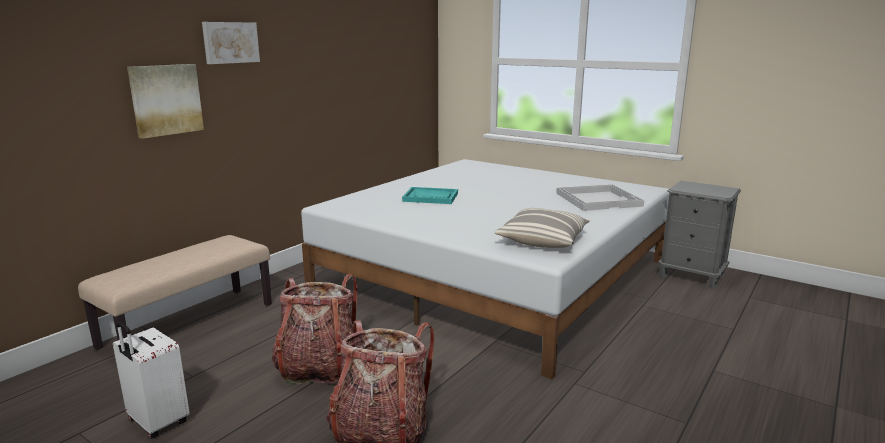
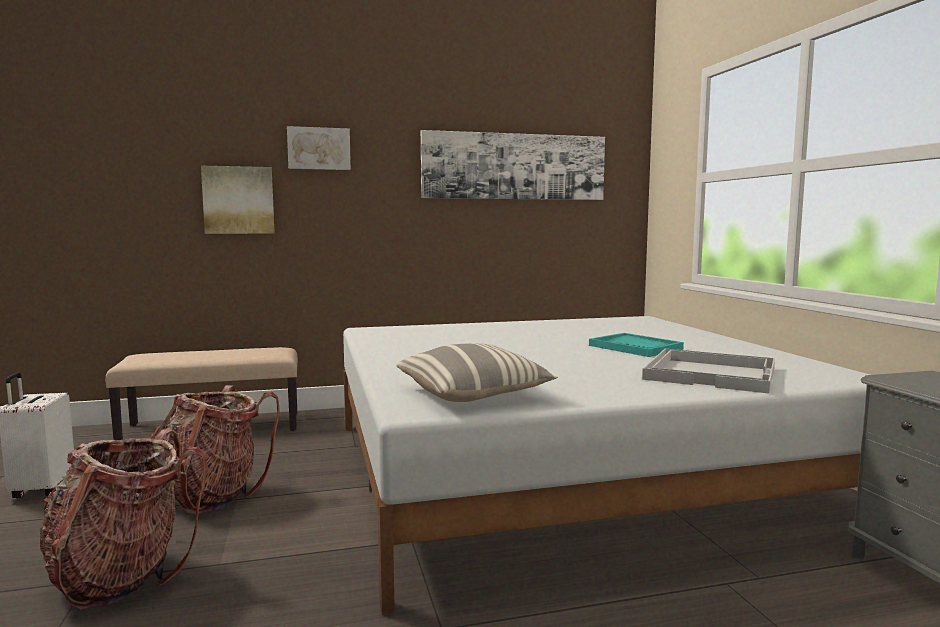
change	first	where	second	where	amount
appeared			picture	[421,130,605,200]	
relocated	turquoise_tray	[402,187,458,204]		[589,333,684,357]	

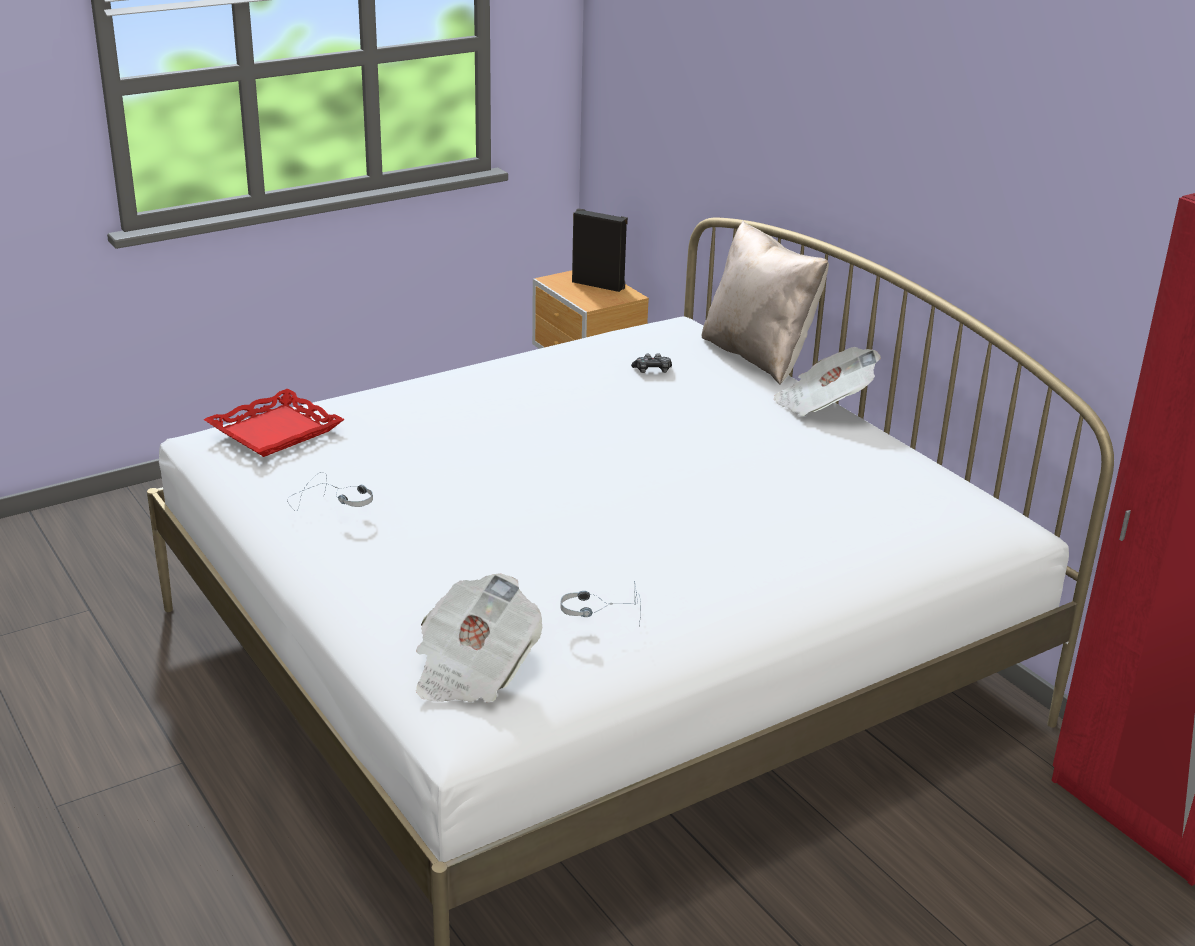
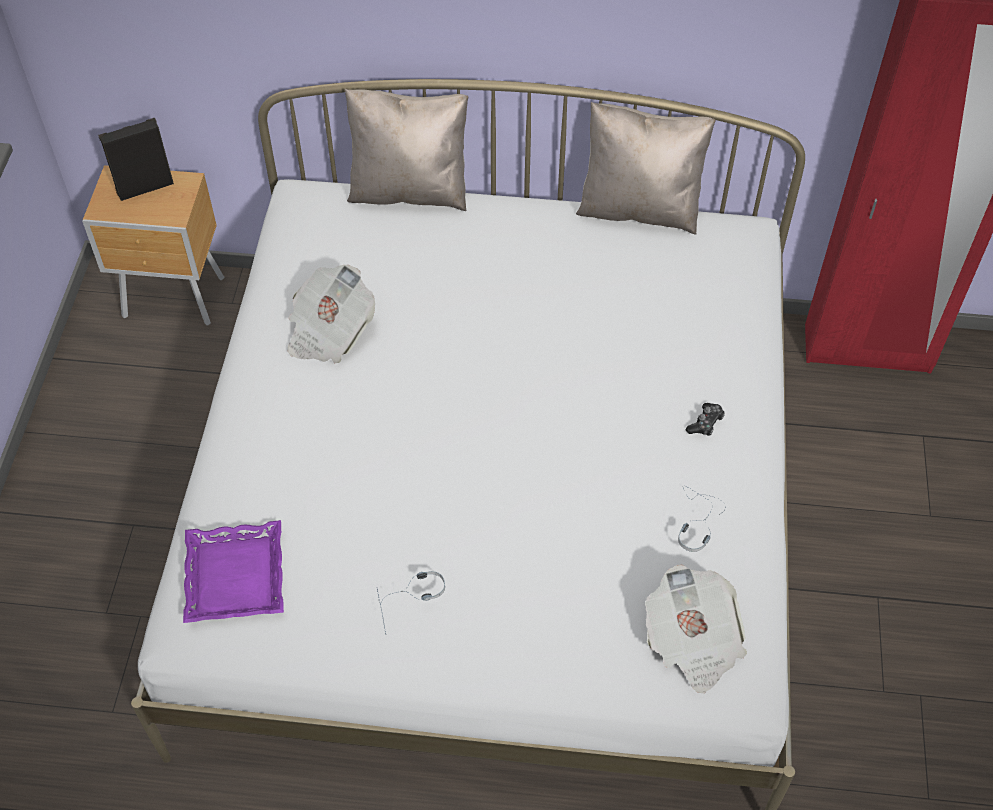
change	first	where	second	where	amount
appeared			beige_pillow	[576,102,716,235]	
relocated	game_controller	[631,353,672,373]		[686,403,725,436]	
relocated	newspaper	[774,347,881,417]		[287,265,375,363]	
colour	red_tray	[203,389,345,457]	purple_tray	[183,520,284,623]	

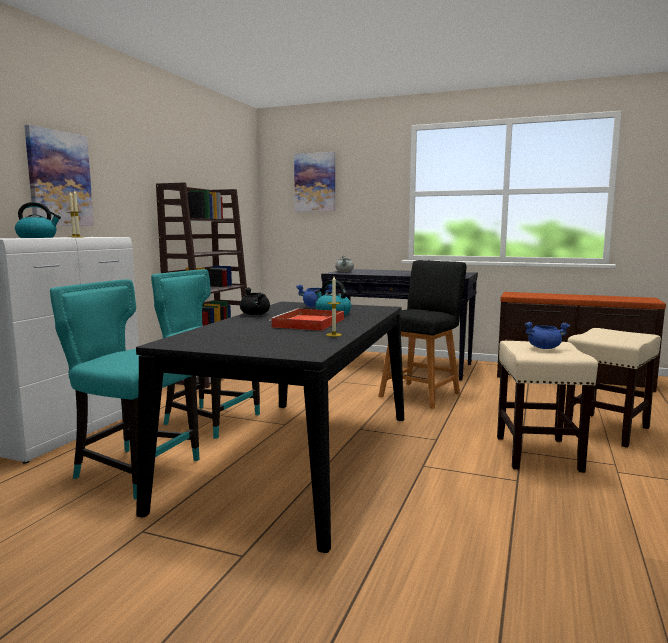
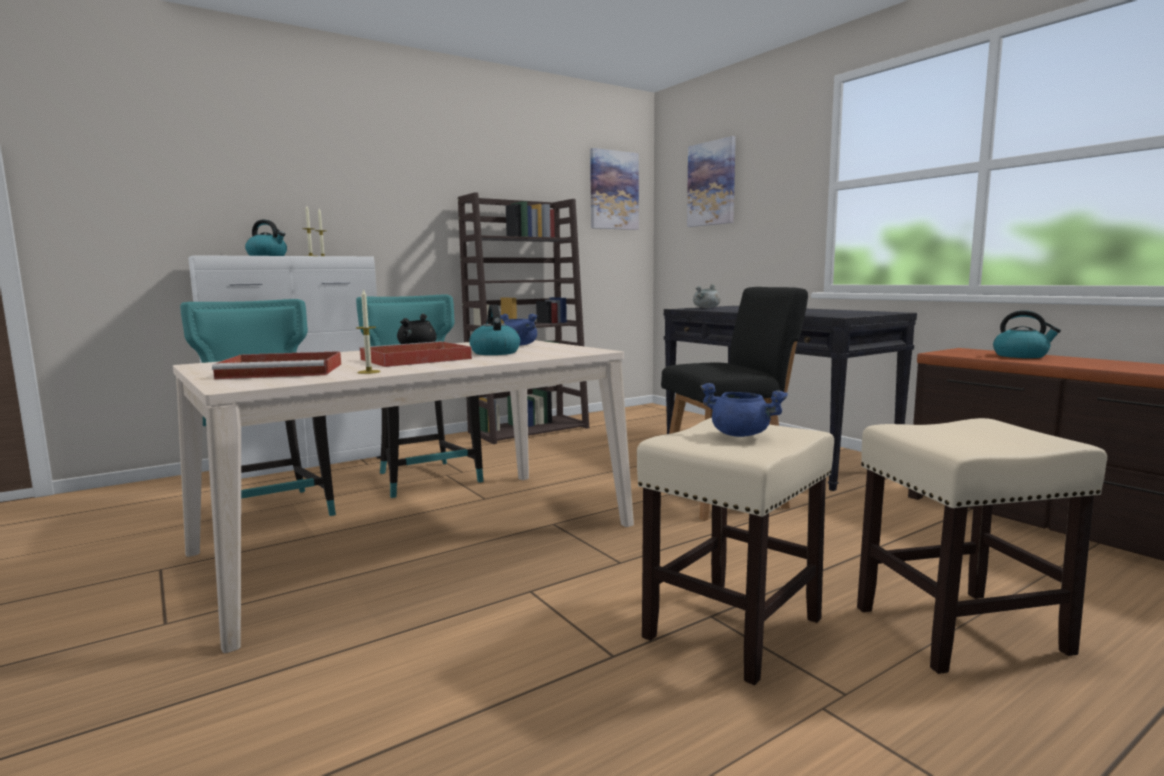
change	first	where	second	where	amount
appeared			red_tray	[212,351,341,379]	
appeared			kettle	[993,310,1061,358]	
relocated	picture	[24,125,94,226]		[590,148,639,230]	
colour	black_dining_table	[136,302,404,553]	beige_dining_table	[173,340,634,653]	

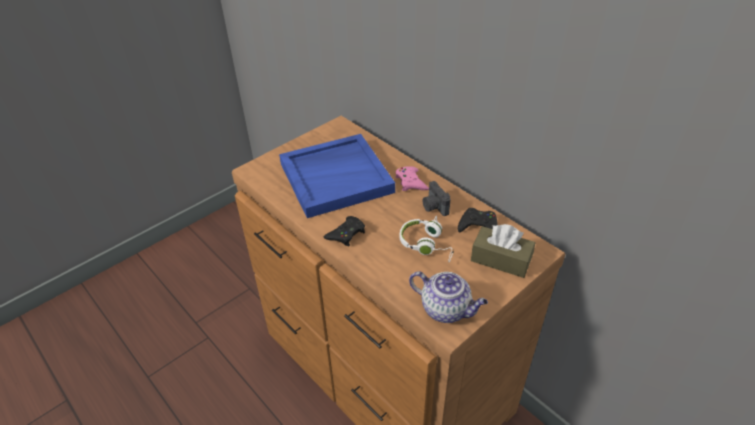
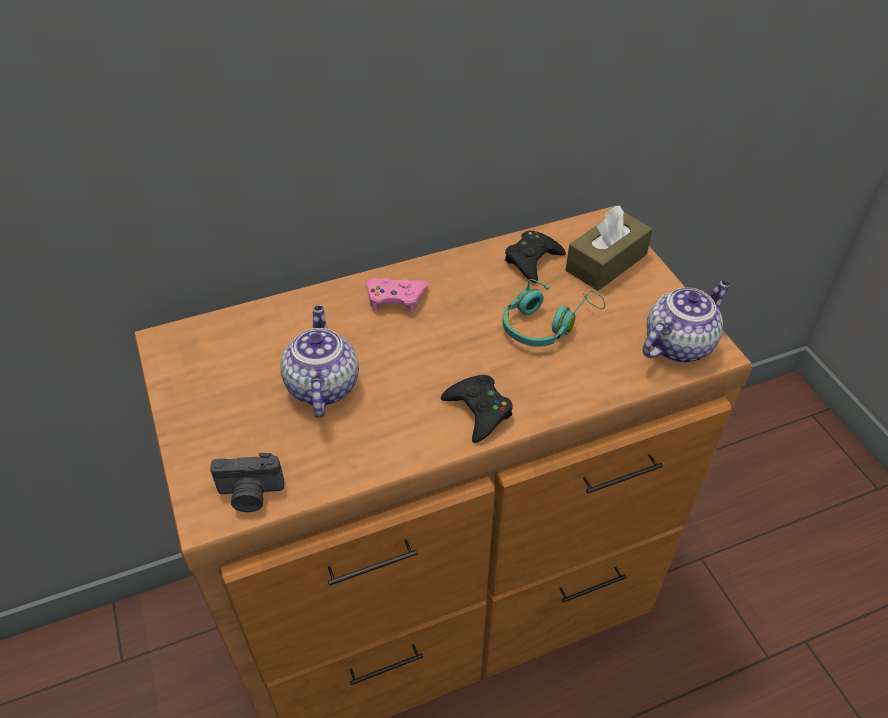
change	first	where	second	where	amount
relocated	photo_camera	[423,181,450,216]		[210,453,284,512]	
exchanged	blue_tray	[279,134,395,218]	teapot	[281,306,359,418]	
colour	white_headphones	[400,216,454,262]	turquoise_headphones	[503,279,605,347]	

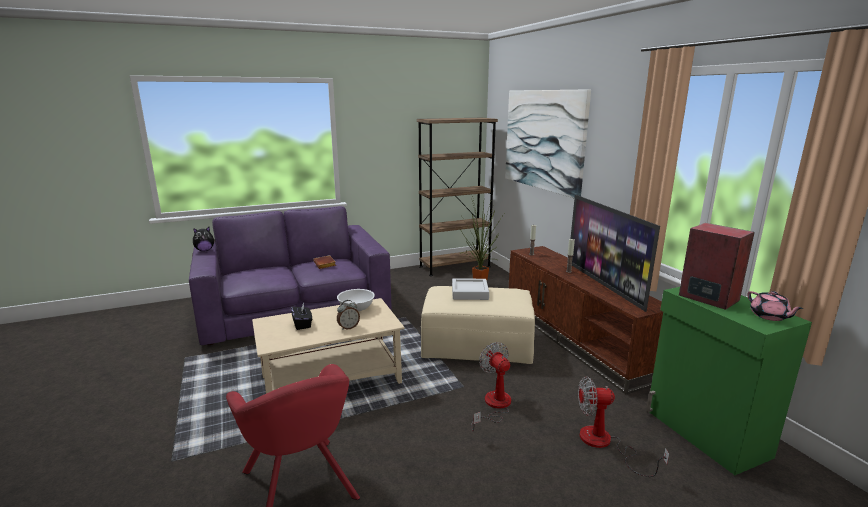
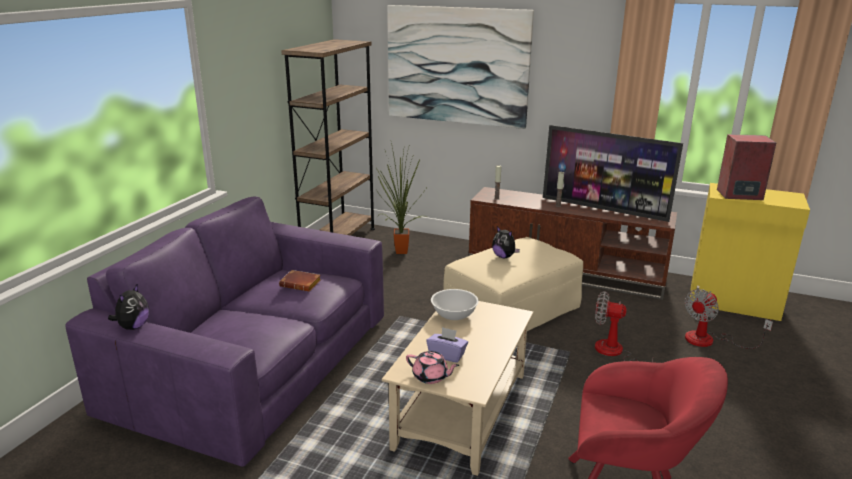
change	first	where	second	where	amount
missing	alarm_clock	[337,300,360,330]			
relocated	pink_teapot	[747,291,804,321]		[406,351,459,384]	
exchanged	grey_tray	[452,278,489,300]	plush_toy	[492,226,520,258]	
colour	black_tissue_box	[291,303,312,330]	purple_tissue_box	[426,327,468,363]	
colour	green_cabinet	[646,287,812,475]	yellow_cabinet	[690,183,810,321]	

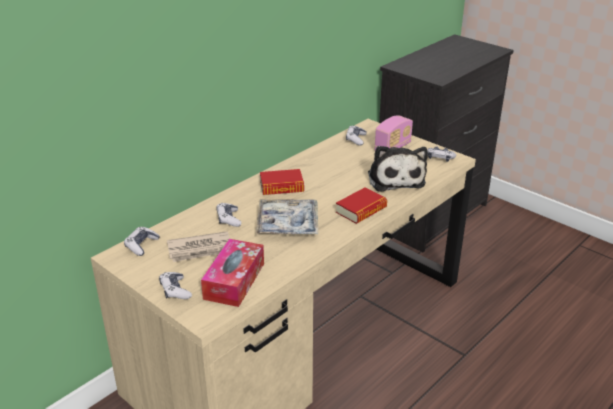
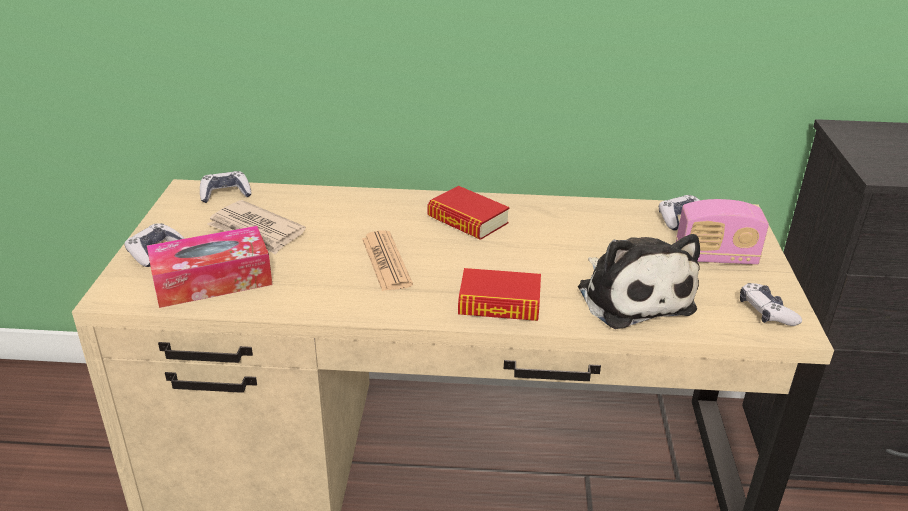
change	first	where	second	where	amount
missing	game_controller	[216,203,241,227]			
exchanged	tray	[256,199,318,234]	newspaper	[362,230,413,291]	
spun	plush_toy	[368,146,428,192]		[578,234,700,329]	60 degrees counterclockwise

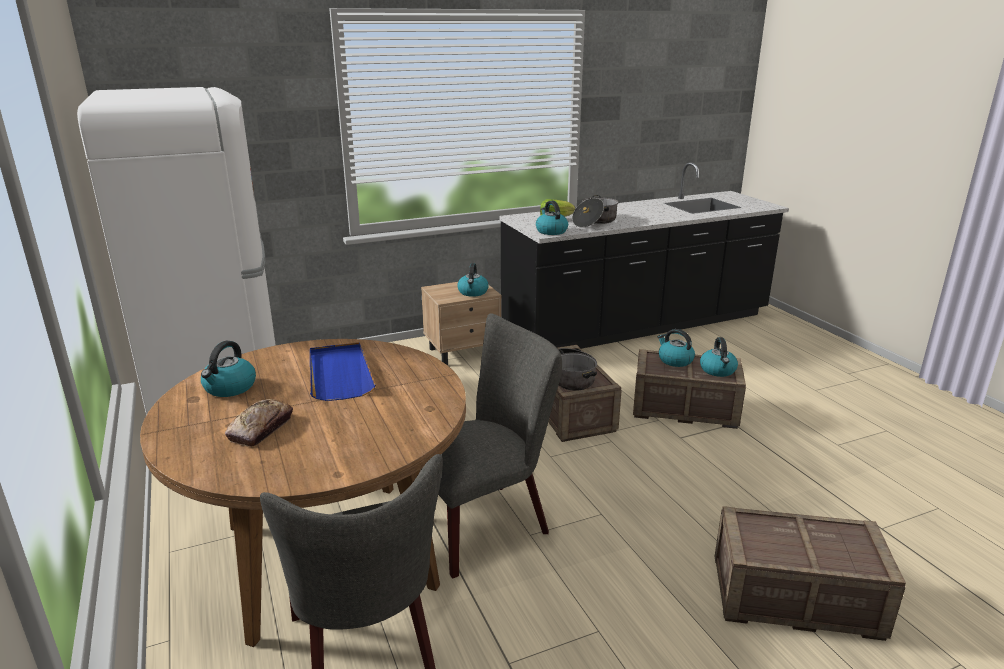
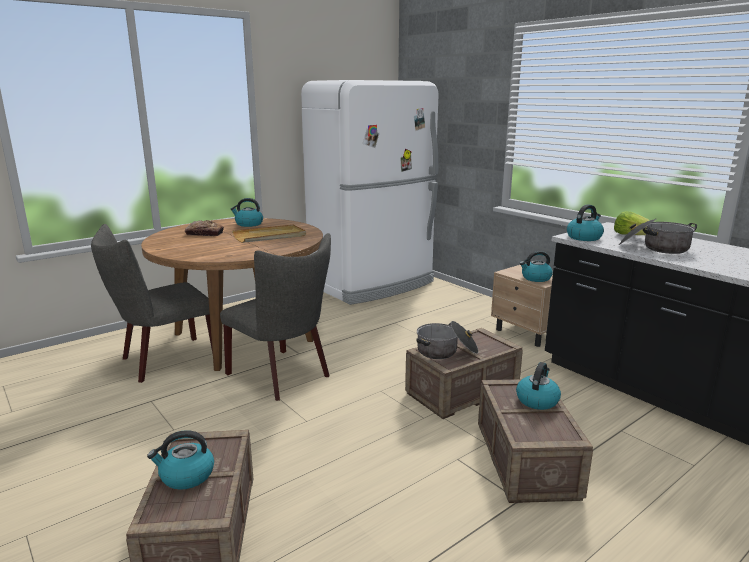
change	first	where	second	where	amount
relocated	kettle	[700,337,738,377]		[147,430,214,490]	
colour	blue_tray	[310,342,376,401]	beige_tray	[232,225,306,243]	

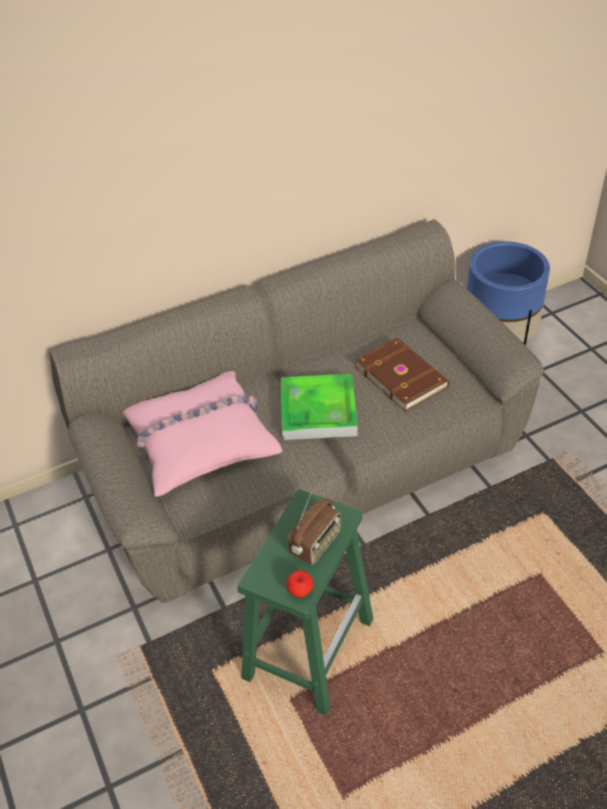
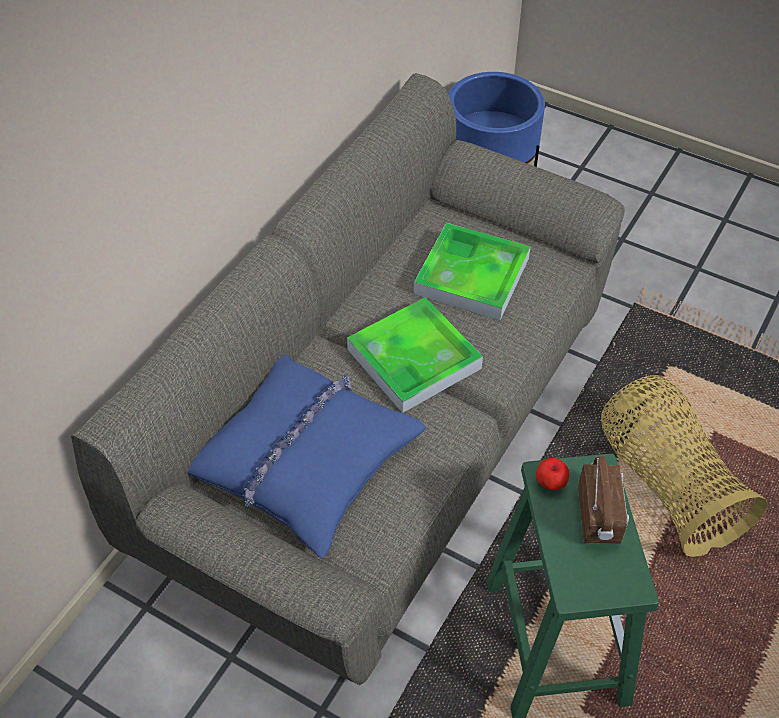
change	first	where	second	where	amount
appeared			basket	[601,375,768,557]	
relocated	apple	[286,570,313,597]		[536,458,569,490]	
exchanged	brown_book	[355,338,450,412]	tray	[414,223,531,320]	
colour	pink_pillow	[123,371,283,497]	blue_pillow	[188,355,426,559]	

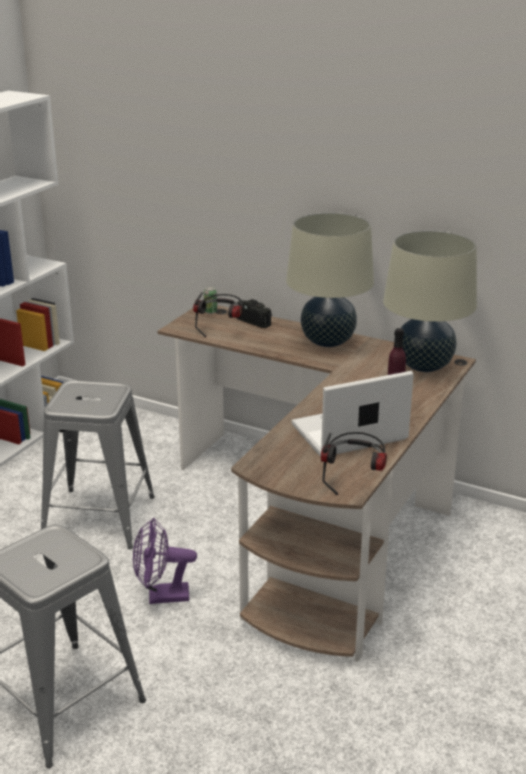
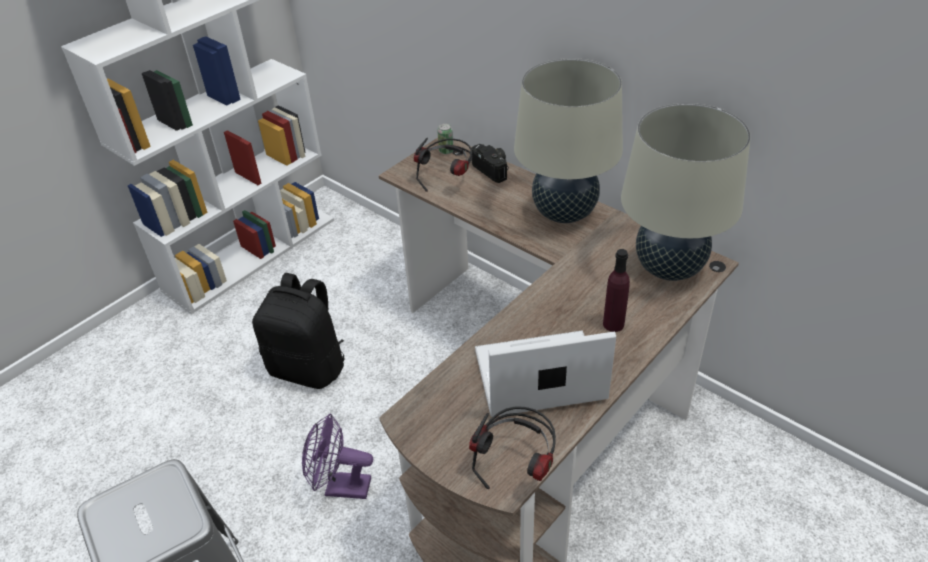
change	first	where	second	where	amount
exchanged	grey_stool	[41,380,155,549]	black_backpack	[252,273,345,389]	

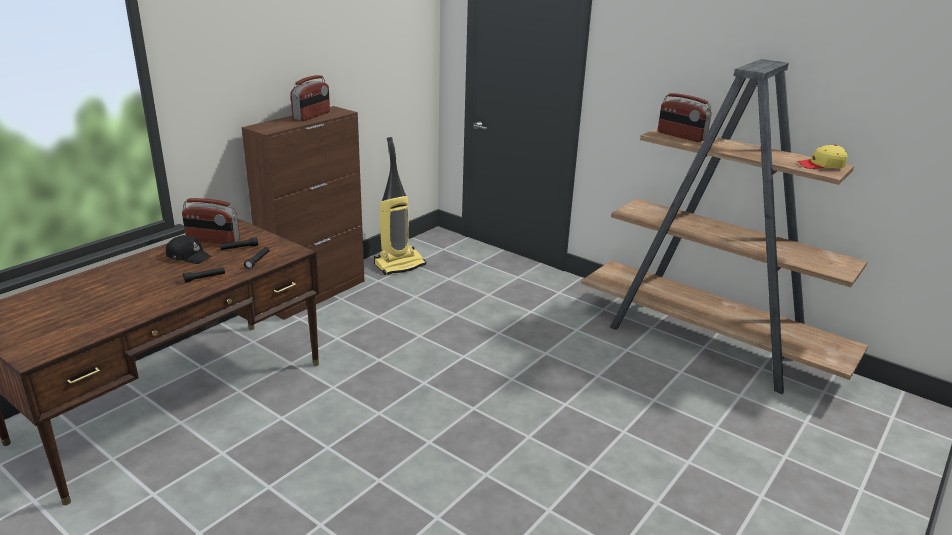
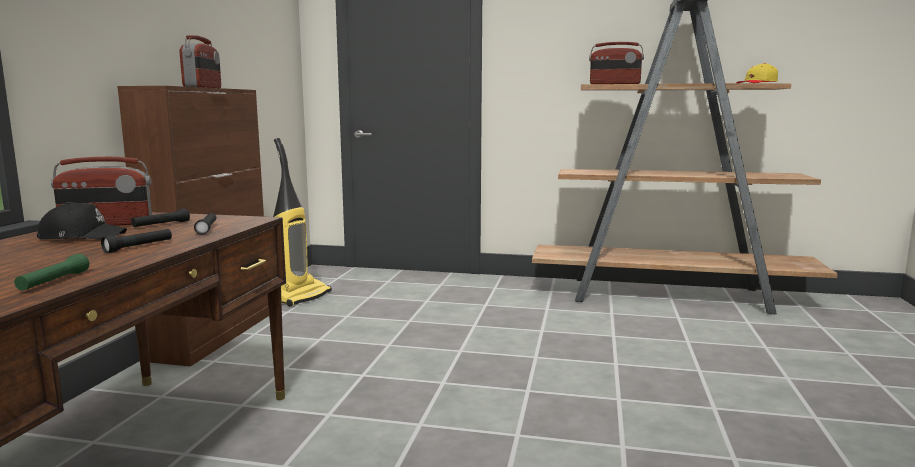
change	first	where	second	where	amount
appeared			green_flashlight	[14,254,89,291]	

